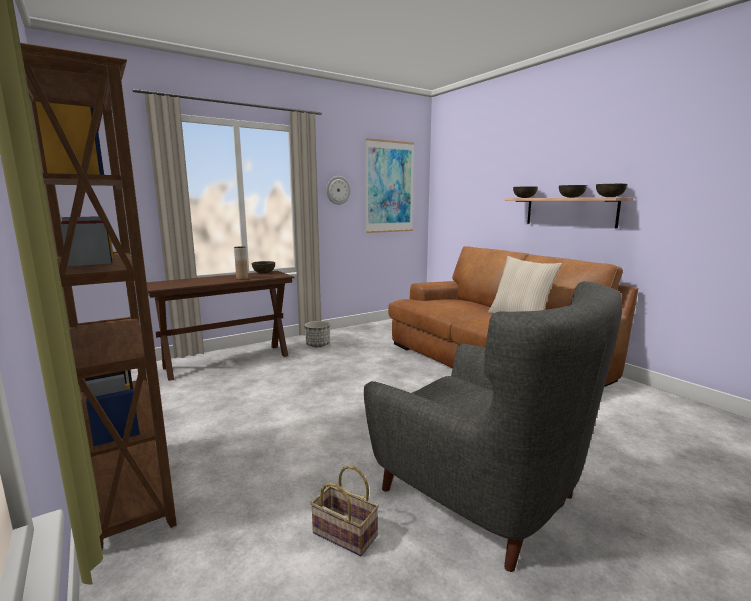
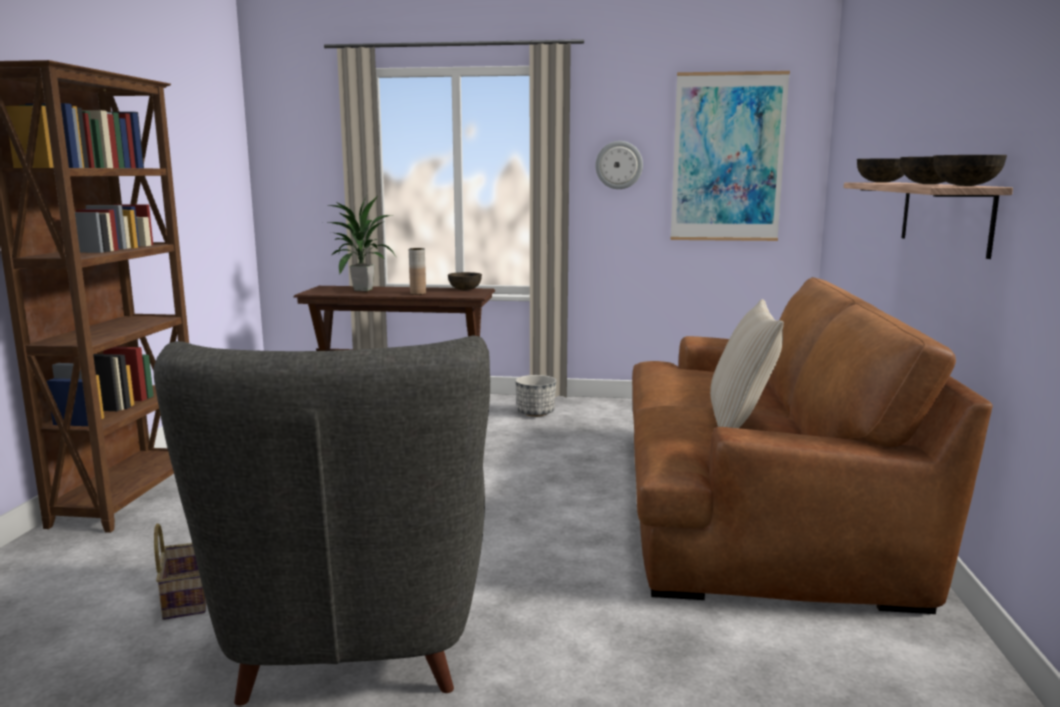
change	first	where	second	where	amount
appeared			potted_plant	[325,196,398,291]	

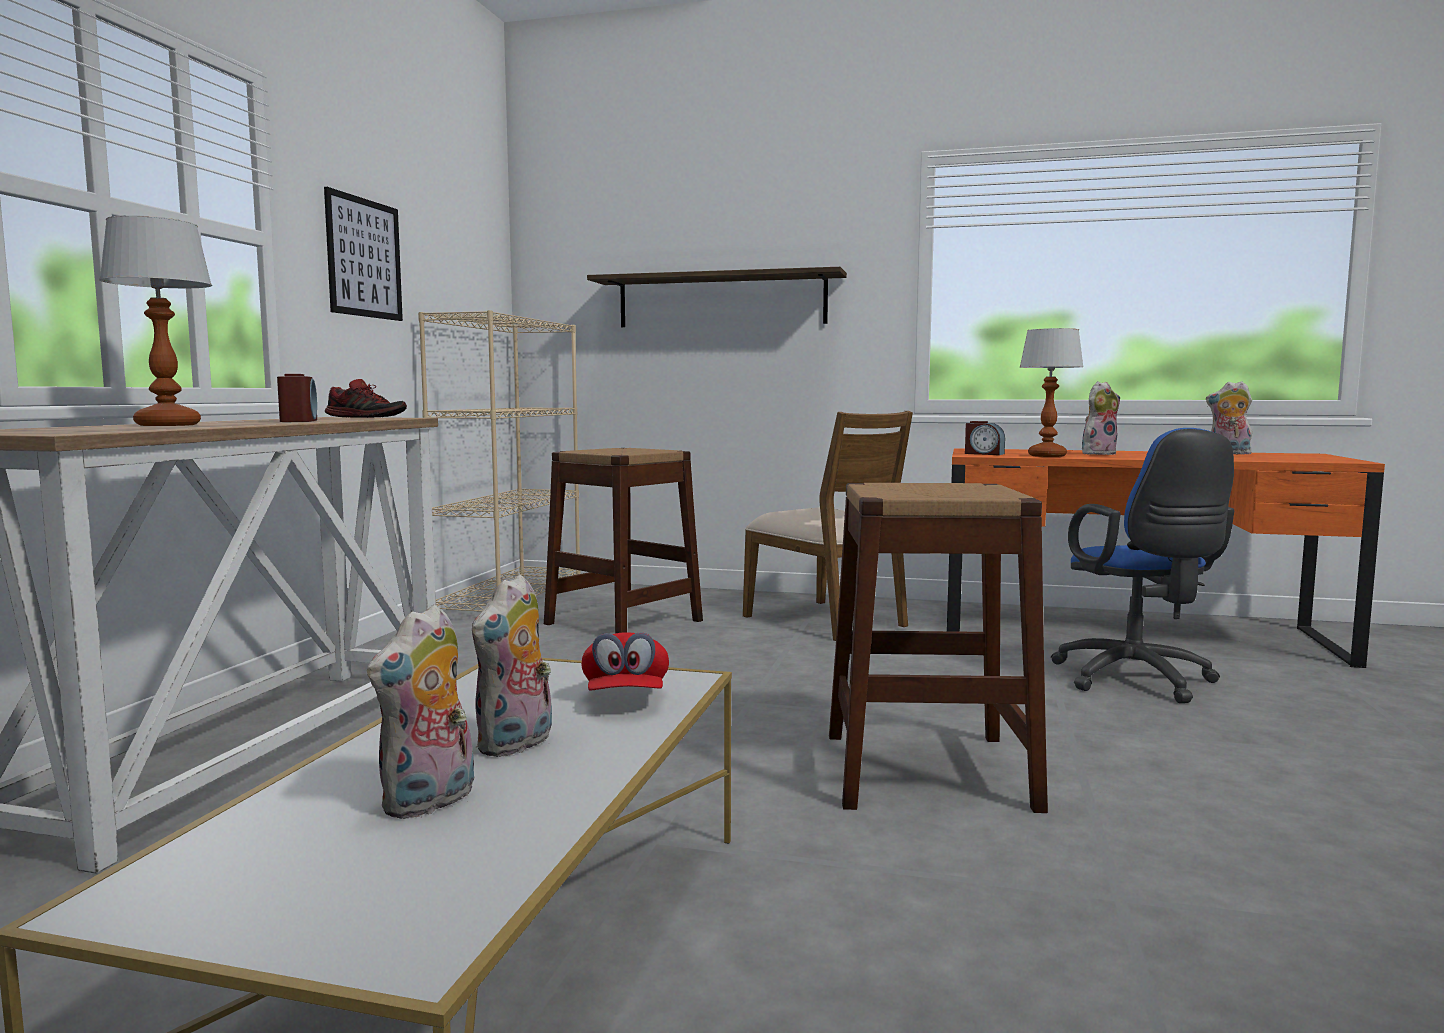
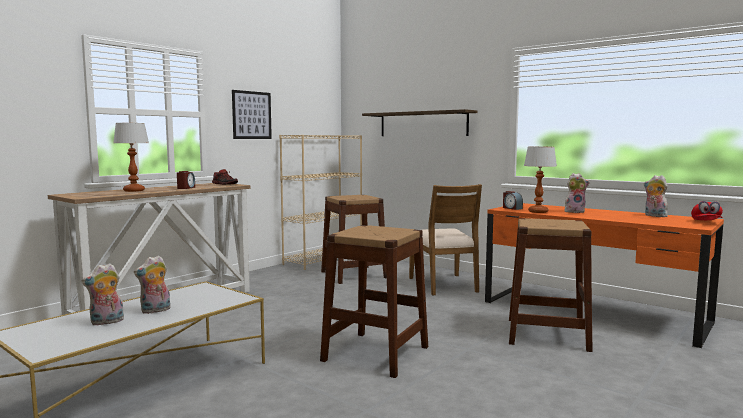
change	first	where	second	where	amount
relocated	red_cap	[582,632,669,691]		[691,201,723,220]	
exchanged	blue_office_chair	[1051,428,1234,703]	brown_stool	[509,218,593,352]	

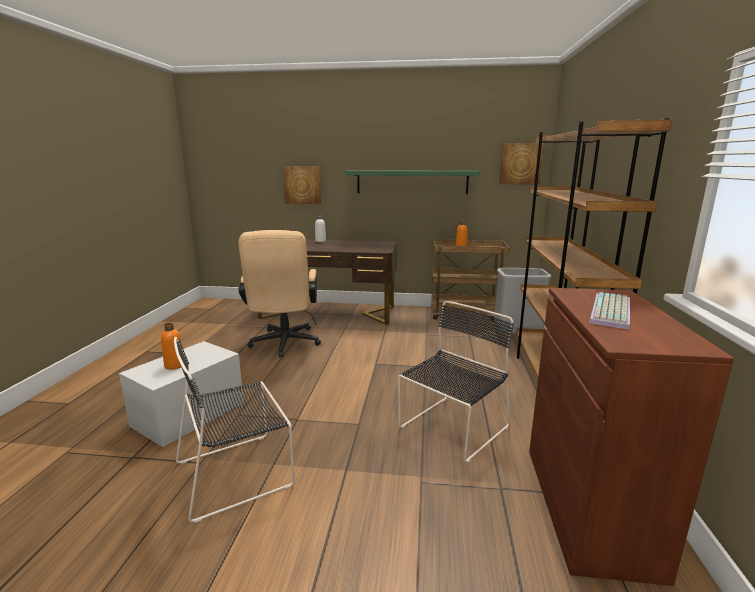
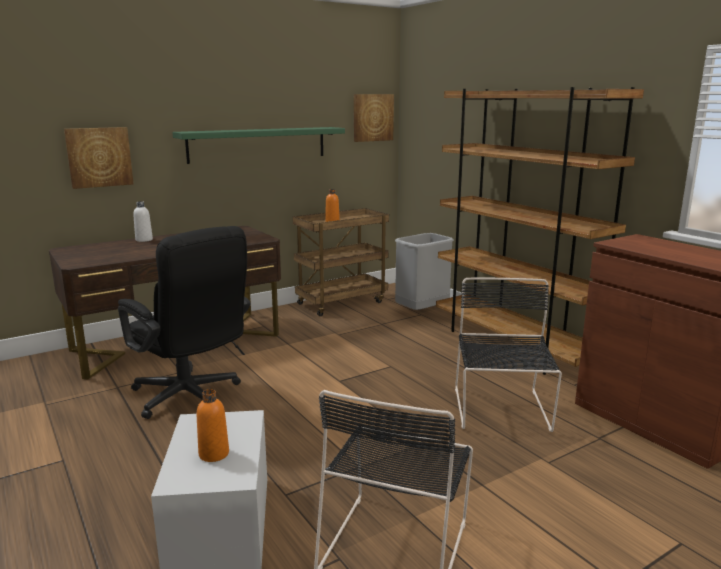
change	first	where	second	where	amount
missing	keyboard	[589,292,630,330]			
colour	beige_office_chair	[238,230,321,357]	black_office_chair	[118,226,250,419]	

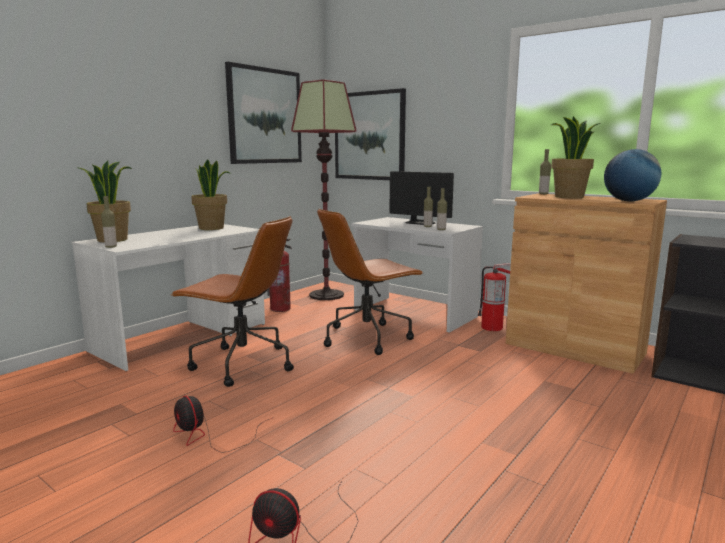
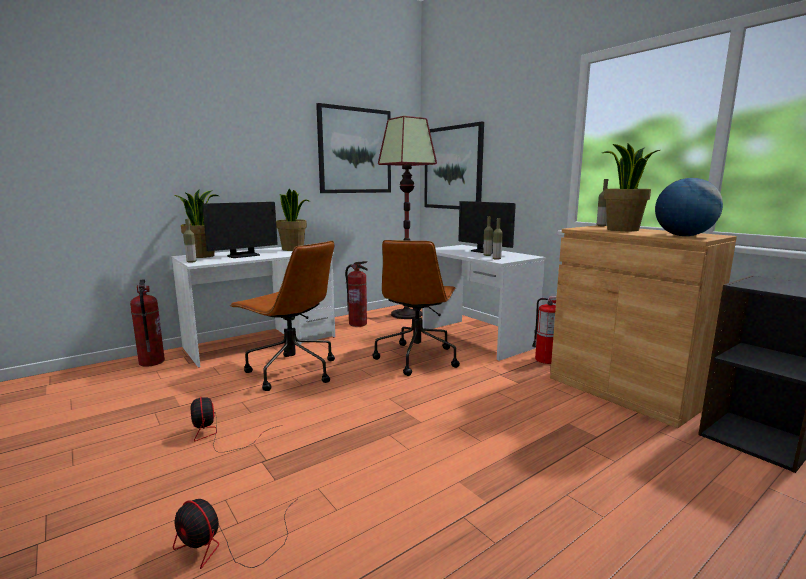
change	first	where	second	where	amount
appeared			fire_extinguisher	[130,279,165,367]	
appeared			monitor	[202,202,278,258]	
spun	brown_office_chair	[317,209,423,355]		[372,240,460,376]	60 degrees counterclockwise

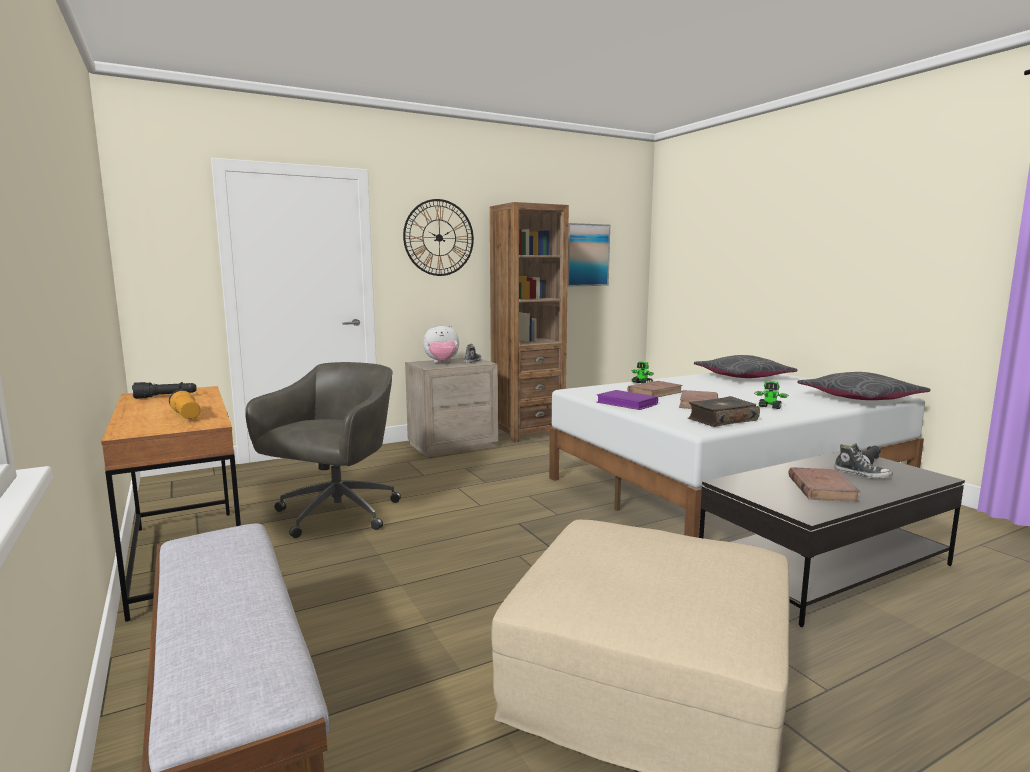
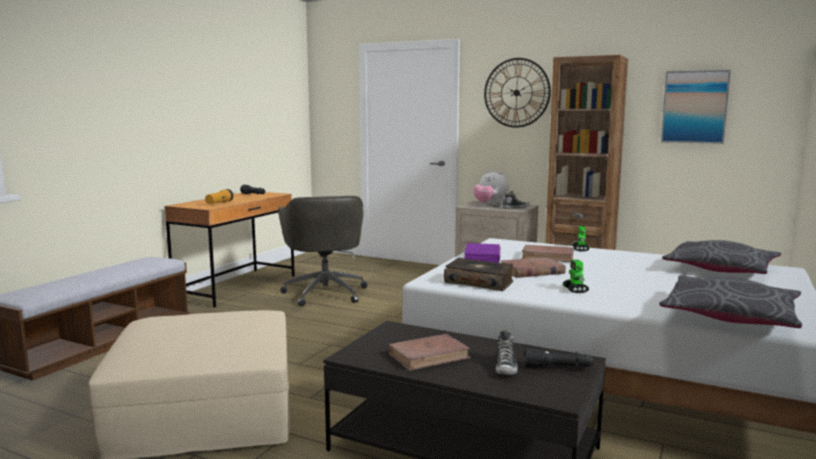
change	first	where	second	where	amount
spun	grey_office_chair	[245,362,401,538]		[278,196,367,306]	90 degrees clockwise

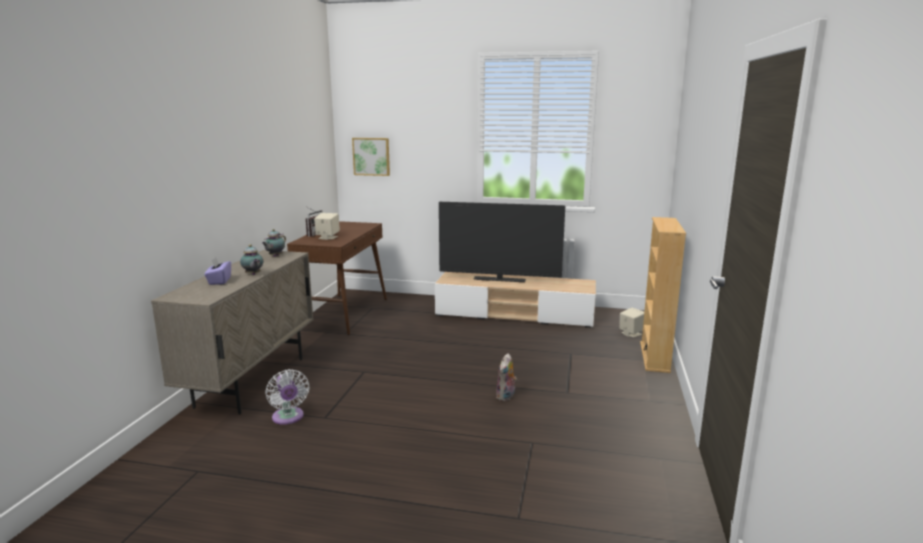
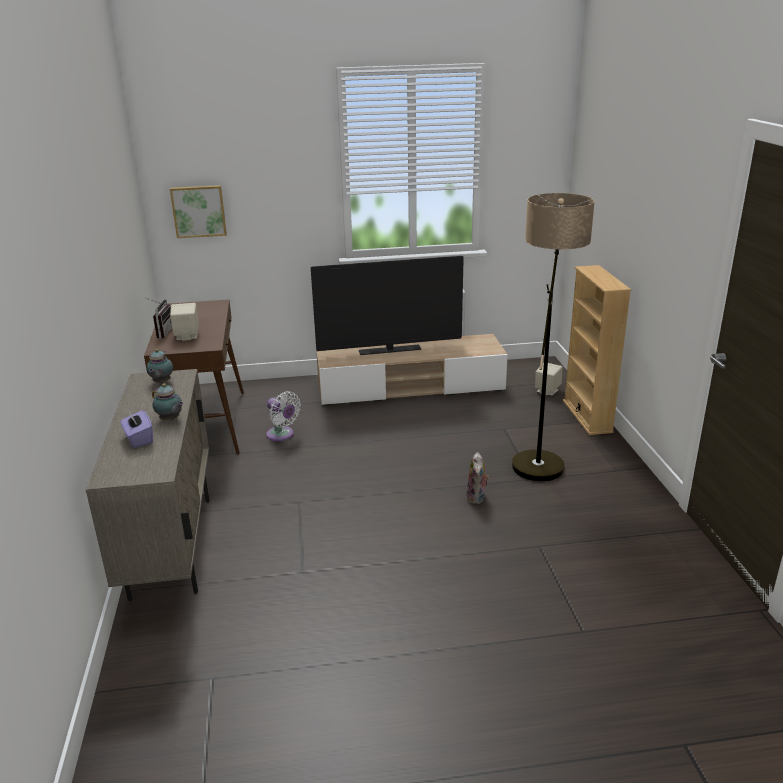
change	first	where	second	where	amount
appeared			floor_lamp	[512,193,595,481]	
relocated	white_fan	[265,369,310,425]		[266,392,301,441]	

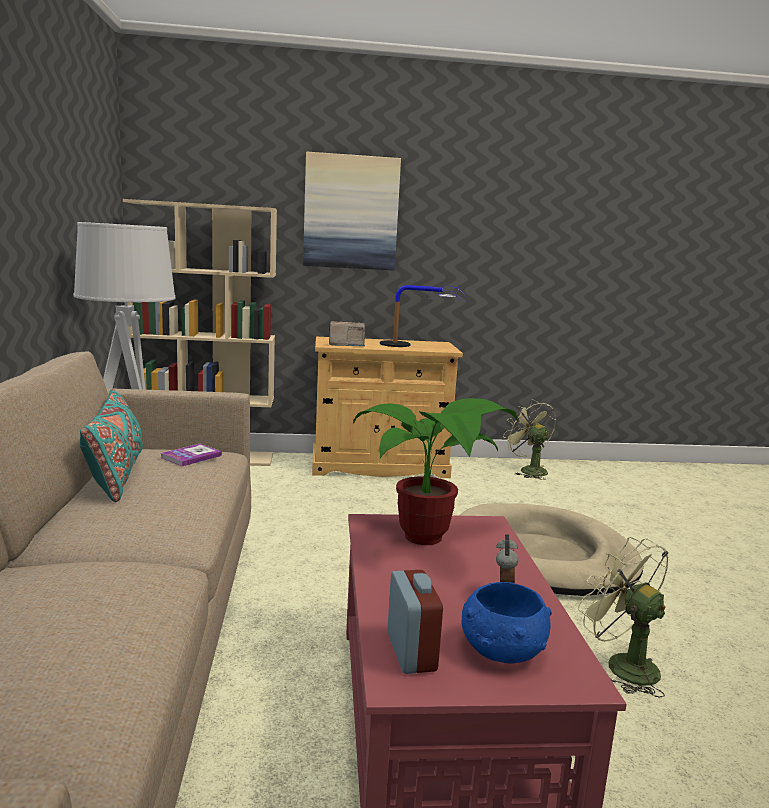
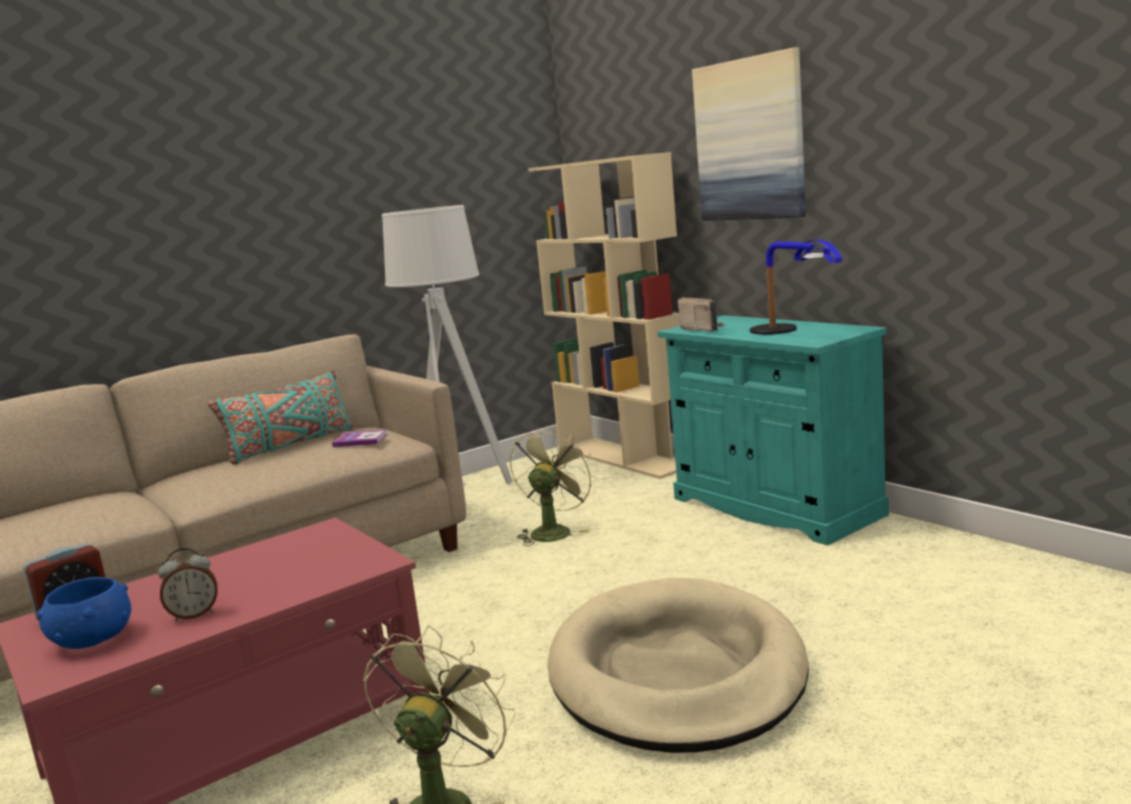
change	first	where	second	where	amount
missing	potted_plant	[353,398,518,545]			
relocated	green_fan	[503,399,556,480]		[510,425,596,546]	
colour	beige_cabinet	[312,337,463,478]	turquoise_cabinet	[658,315,889,545]	

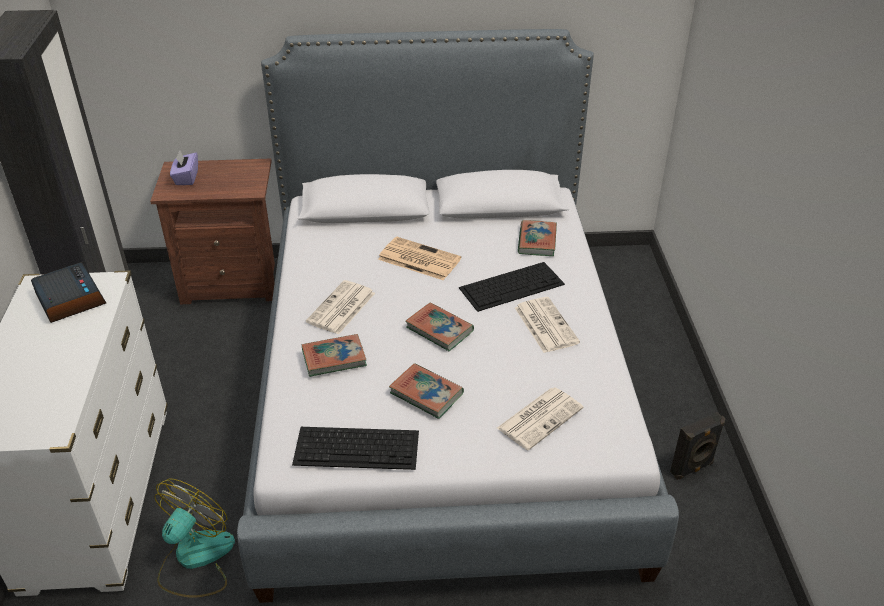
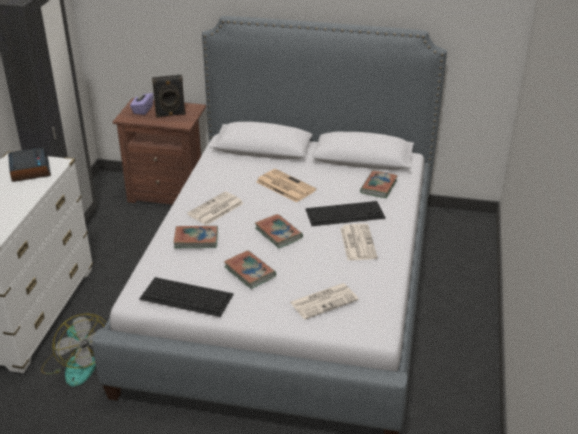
change	first	where	second	where	amount
relocated	black_speaker	[670,412,725,480]		[152,75,186,118]	
spun	fan	[154,479,235,598]		[41,314,106,387]	105 degrees clockwise

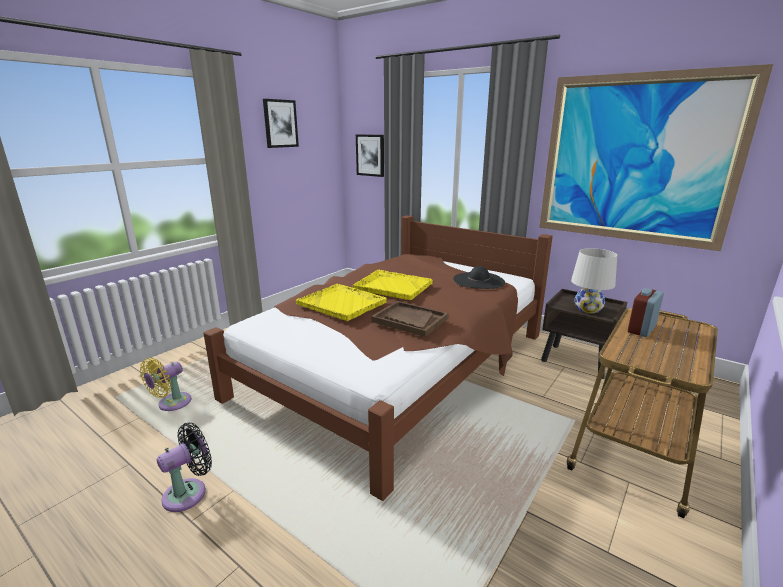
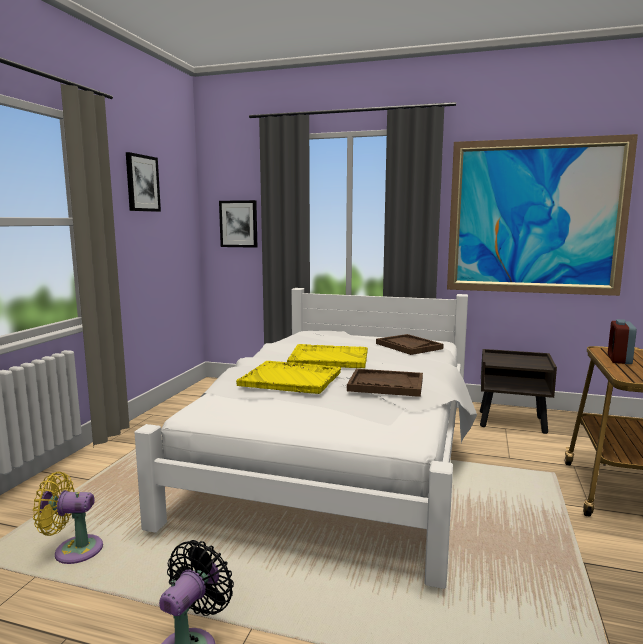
change	first	where	second	where	amount
missing	white_table_lamp	[571,248,617,313]			
exchanged	black_hat	[453,266,505,289]	brown_tray	[376,334,444,355]	
colour	brown_bed	[204,215,553,501]	white_bed	[134,288,477,589]	
spun	yellow_fan	[140,358,192,411]		[33,472,103,564]	75 degrees clockwise

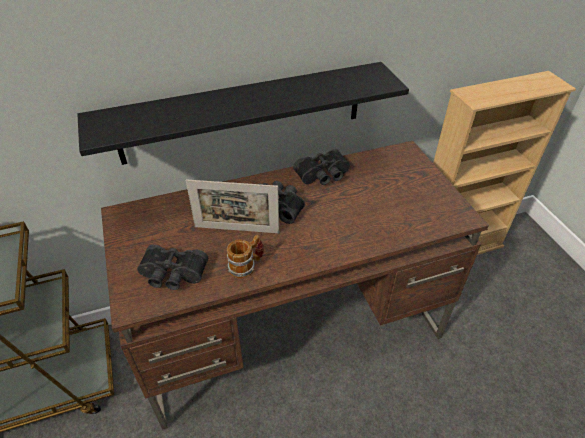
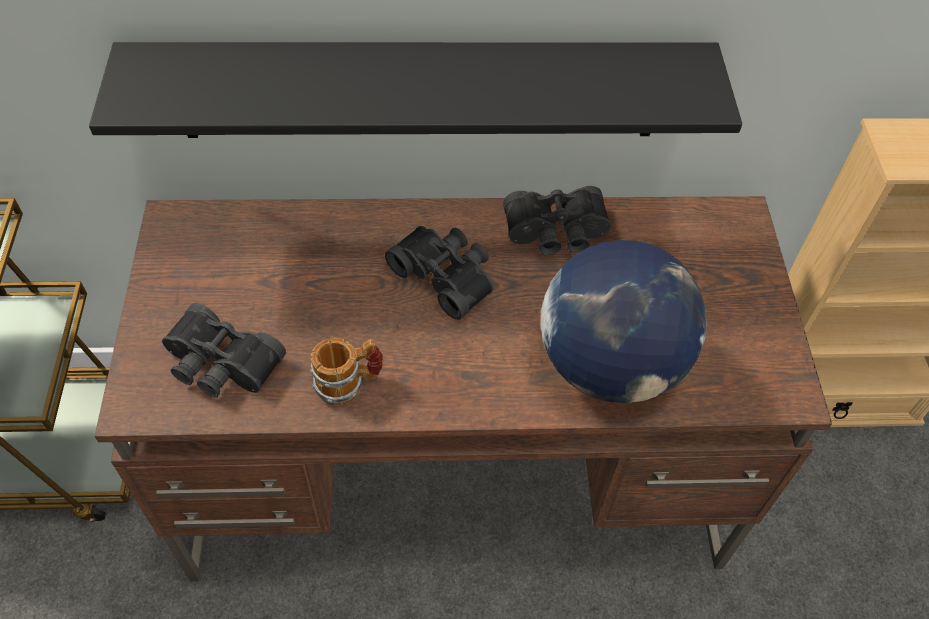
change	first	where	second	where	amount
missing	picture_frame	[186,179,279,233]			
appeared			globe	[541,240,707,403]	

